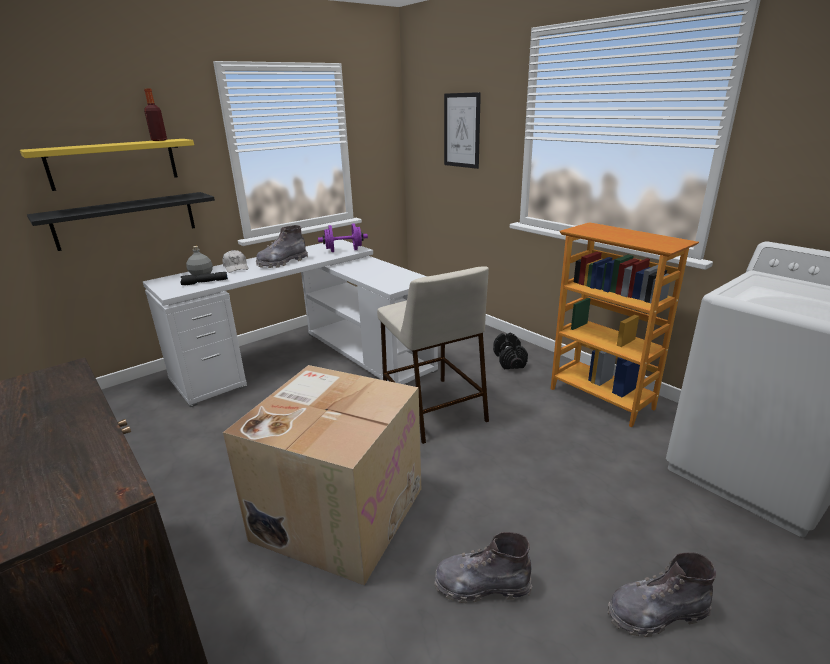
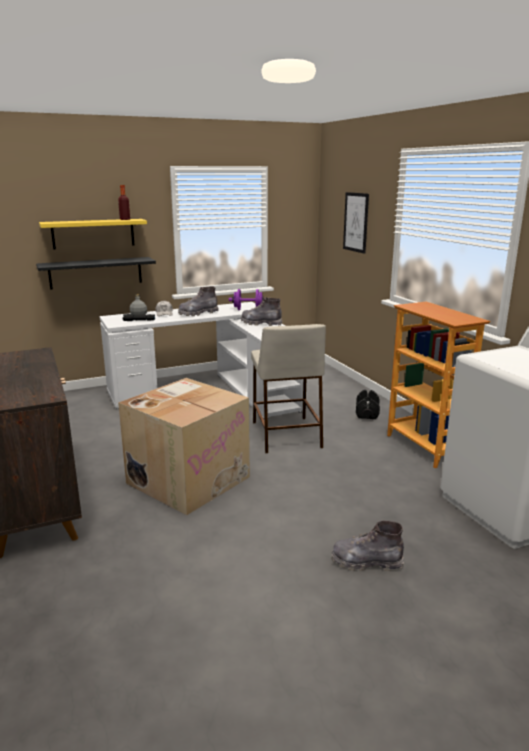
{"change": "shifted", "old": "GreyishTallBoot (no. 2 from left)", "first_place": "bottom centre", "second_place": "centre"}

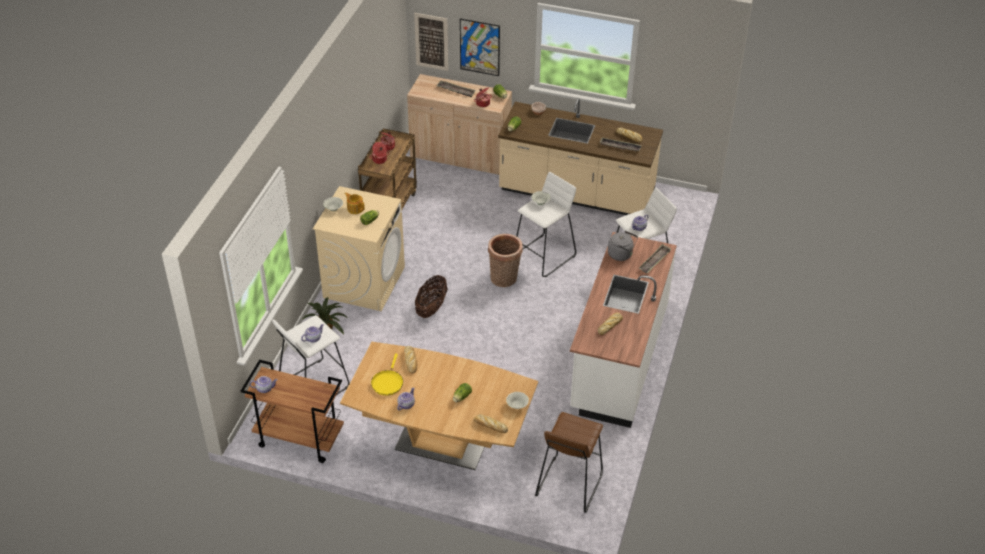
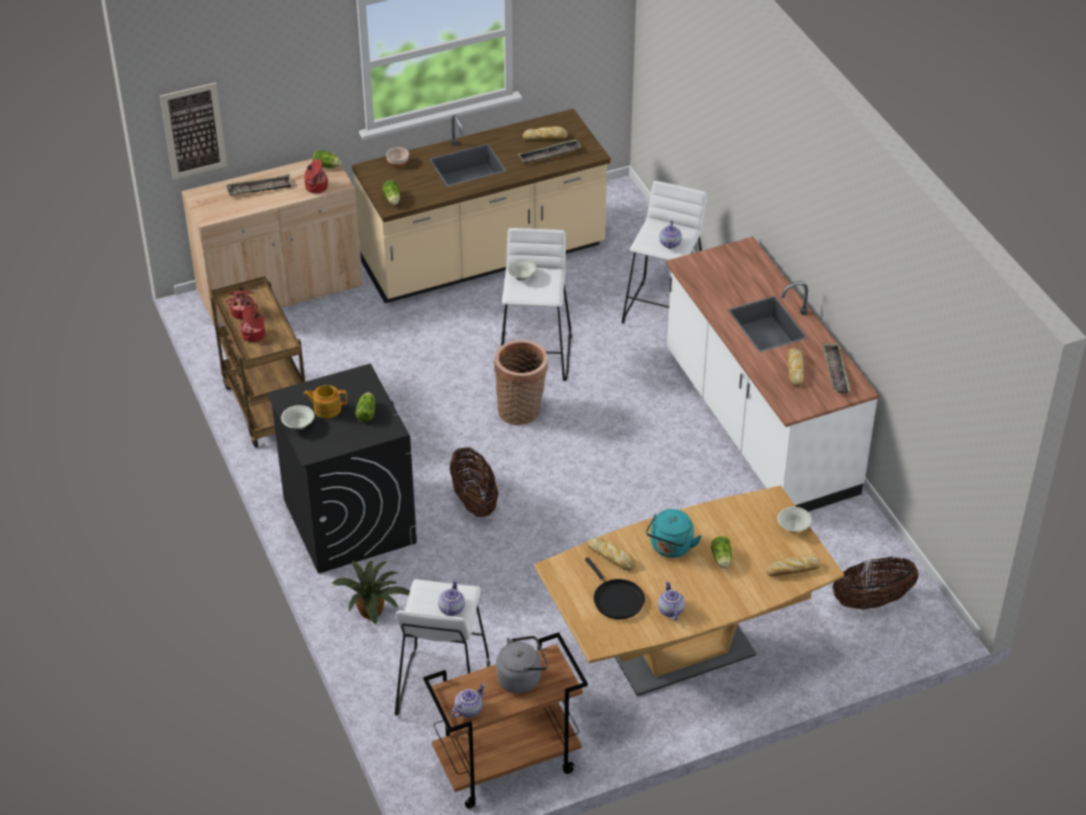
{"change": "repainted", "old": "BeigeColouredWashingMachine", "new": "BlackColouredWashingMachine", "first_place": "centre", "second_place": "middle left"}
{"change": "shifted", "old": "GreyishTeaKettle", "first_place": "centre", "second_place": "bottom centre"}
{"change": "repainted", "old": "YellowFryingPan", "new": "BlackColouredFryingPan", "first_place": "bottom centre", "second_place": "bottom centre"}
{"change": "new", "new": "TurquoiseTeaKettle", "second_place": "centre"}
{"change": "shifted", "old": "Tray (no. 3 from left)", "first_place": "centre", "second_place": "middle right"}
{"change": "swapped", "old": "BrownStoolSeat", "new": "HouseholdBasket (no. 3 from left)", "first_place": "bottom centre", "second_place": "bottom right"}
{"change": "gone", "old": "WallPicture (no. 2 from left)", "first_place": "top centre"}

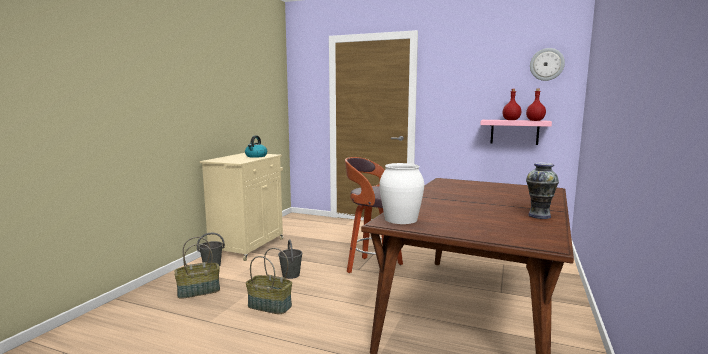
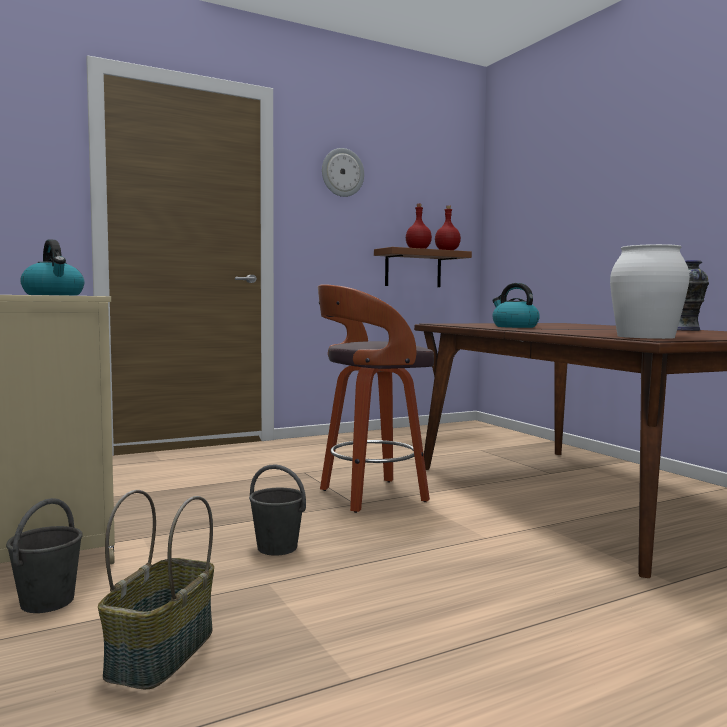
{"change": "shifted", "old": "HangingClock", "first_place": "top right", "second_place": "top centre"}
{"change": "repainted", "old": "PinkishBracketShelf", "new": "BrownBracketShelf", "first_place": "middle right", "second_place": "centre"}
{"change": "new", "new": "TeaKettle (no. 2 from left)", "second_place": "middle right"}
{"change": "gone", "old": "HouseholdBasket (no. 2 from left)", "first_place": "bottom centre"}

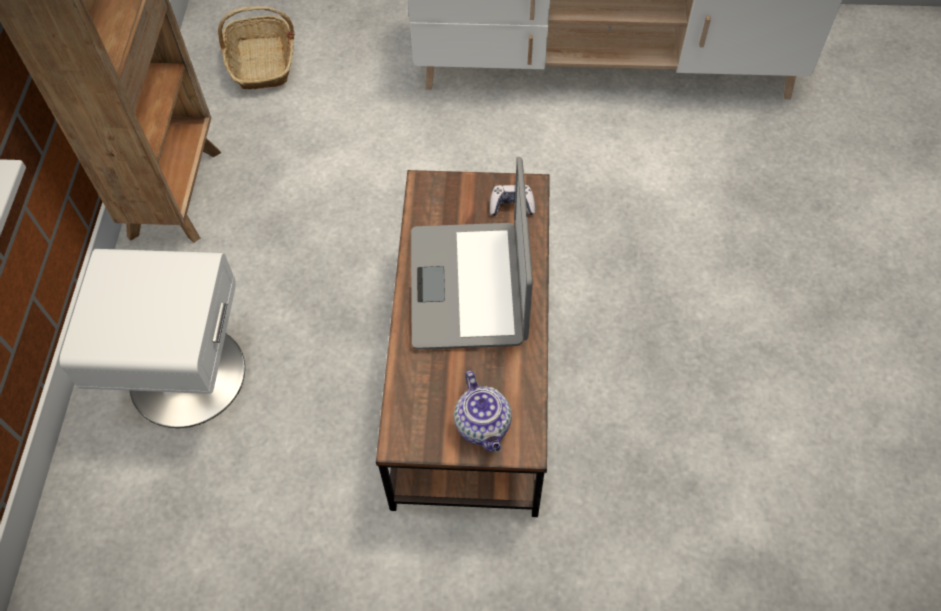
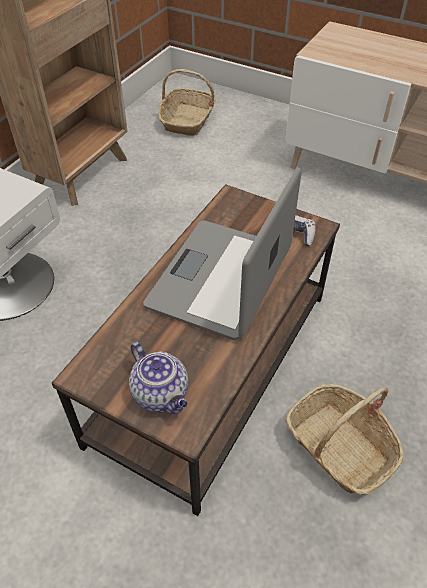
{"change": "rotated", "old": "Teapot", "first_place": "bottom centre", "second_place": "centre", "degrees": -45}
{"change": "new", "new": "HouseholdBasket (no. 2 from left)", "second_place": "bottom right"}

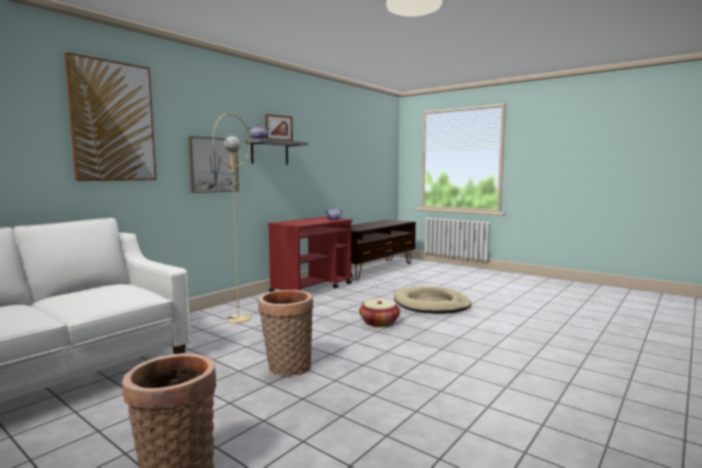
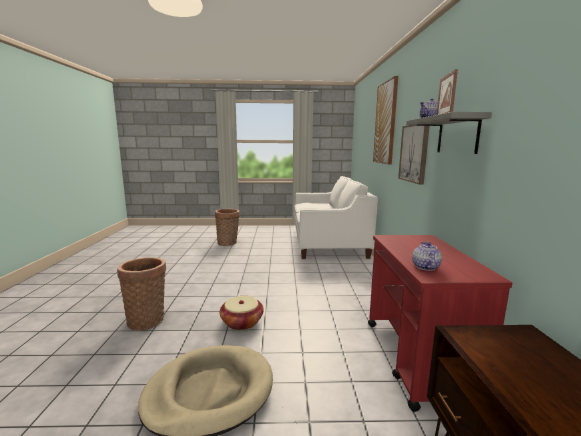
{"change": "shifted", "old": "HouseholdBasket (no. 2 from left in the first image)", "new": "HouseholdBasket (no. 1 from left)", "first_place": "bottom centre", "second_place": "bottom left"}
{"change": "gone", "old": "BeigeColouredStandardLamp", "first_place": "middle left"}

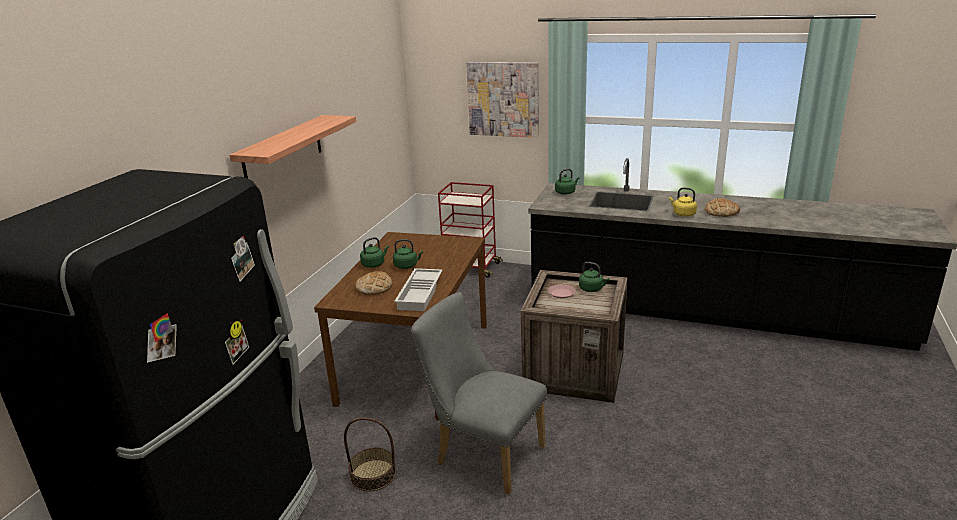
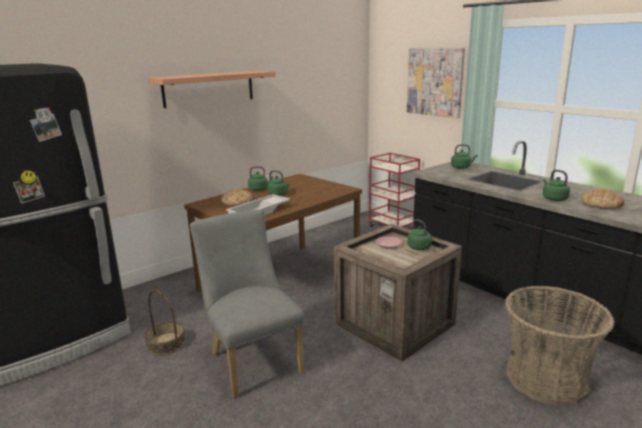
{"change": "new", "new": "HouseholdBasket (no. 2 from left)", "second_place": "bottom right"}
{"change": "repainted", "old": "YellowTeaKettle", "new": "GreenTeaKettle (no. 5 from left)", "first_place": "middle right", "second_place": "middle right"}

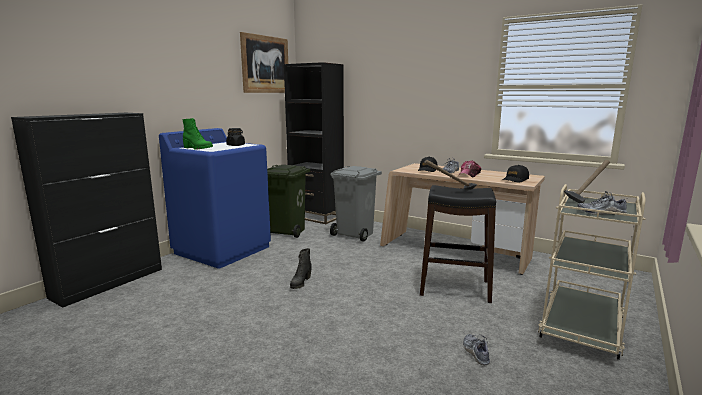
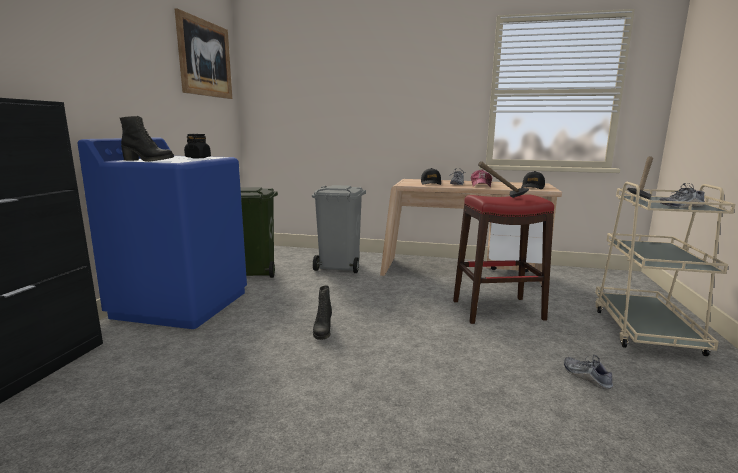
{"change": "repainted", "old": "GreenTallBoot", "new": "BlackColouredTallBoot (no. 1 from left)", "first_place": "middle left", "second_place": "top left"}
{"change": "repainted", "old": "BlackColouredStoolSeat", "new": "ReddishStoolSeat", "first_place": "centre", "second_place": "middle right"}
{"change": "gone", "old": "BlackColouredBookcase", "first_place": "centre"}

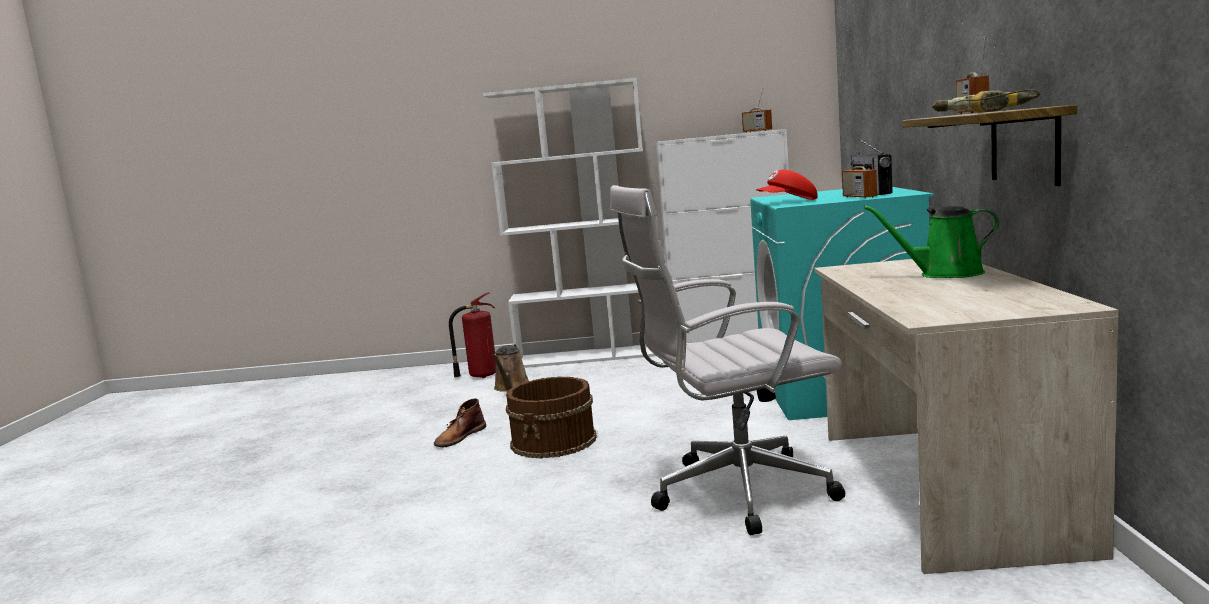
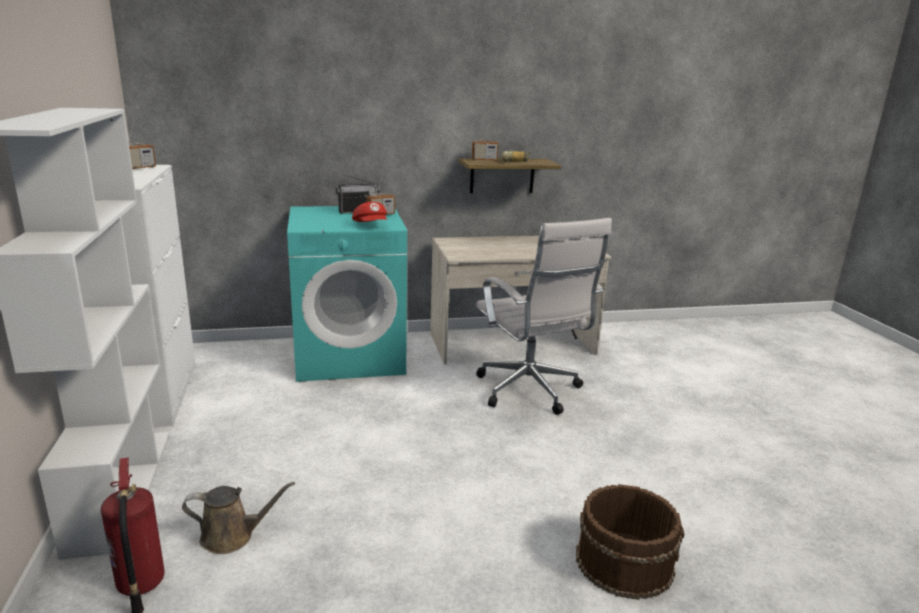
{"change": "shifted", "old": "BrownBucket", "first_place": "bottom centre", "second_place": "bottom right"}
{"change": "gone", "old": "BrownTallBoot", "first_place": "bottom centre"}
{"change": "gone", "old": "GreenWateringPot", "first_place": "middle right"}

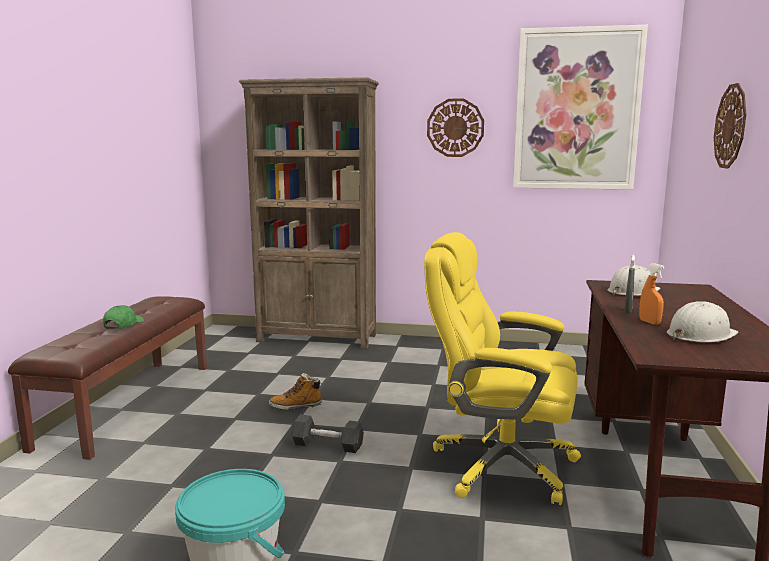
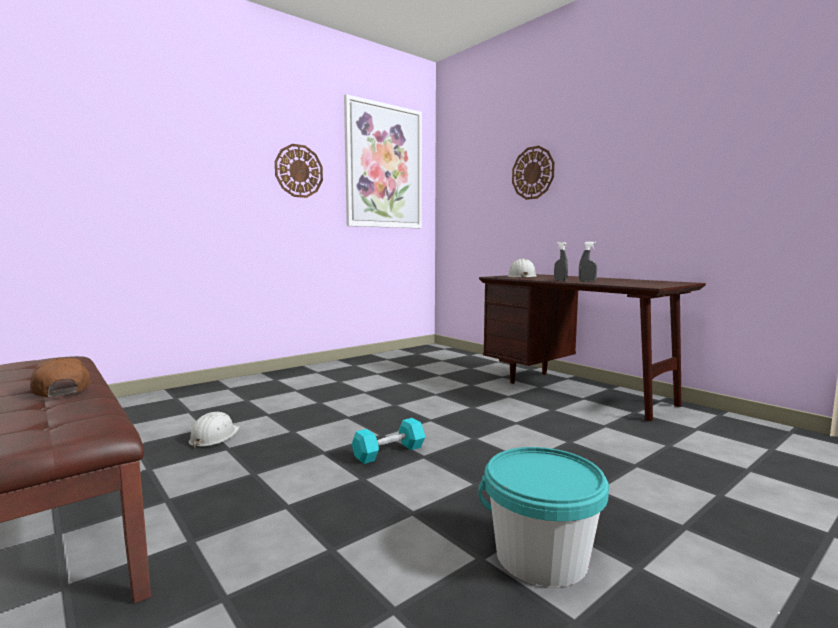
{"change": "repainted", "old": "GreenPeakedCap", "new": "BrownPeakedCap", "first_place": "middle left", "second_place": "middle left"}
{"change": "shifted", "old": "WhiteSafetyHelmet (no. 2 from left in the first image)", "new": "WhiteSafetyHelmet (no. 1 from left)", "first_place": "middle right", "second_place": "bottom left"}
{"change": "repainted", "old": "GreyishDumbbell", "new": "TurquoiseDumbbell", "first_place": "bottom centre", "second_place": "bottom centre"}
{"change": "repainted", "old": "OrangeColouredSprayer", "new": "GreyishSprayer (no. 2 from left)", "first_place": "middle right", "second_place": "middle right"}
{"change": "gone", "old": "BrownBookcase", "first_place": "centre"}
{"change": "gone", "old": "TallBoot", "first_place": "bottom centre"}
{"change": "gone", "old": "YellowOfficeChair", "first_place": "centre"}

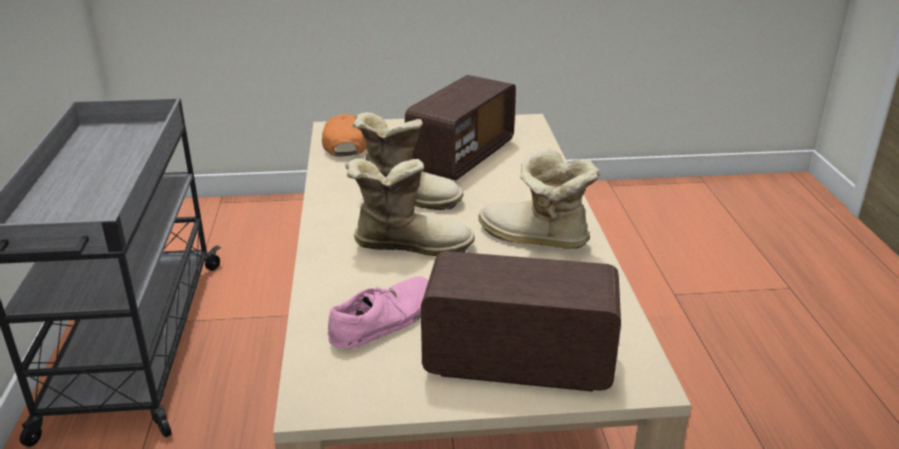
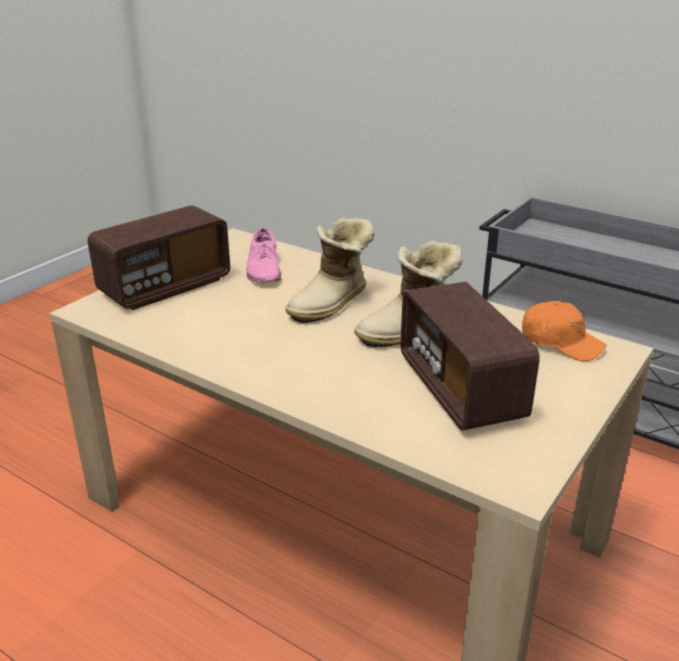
{"change": "gone", "old": "TallBoot (no. 3 from left)", "first_place": "centre"}

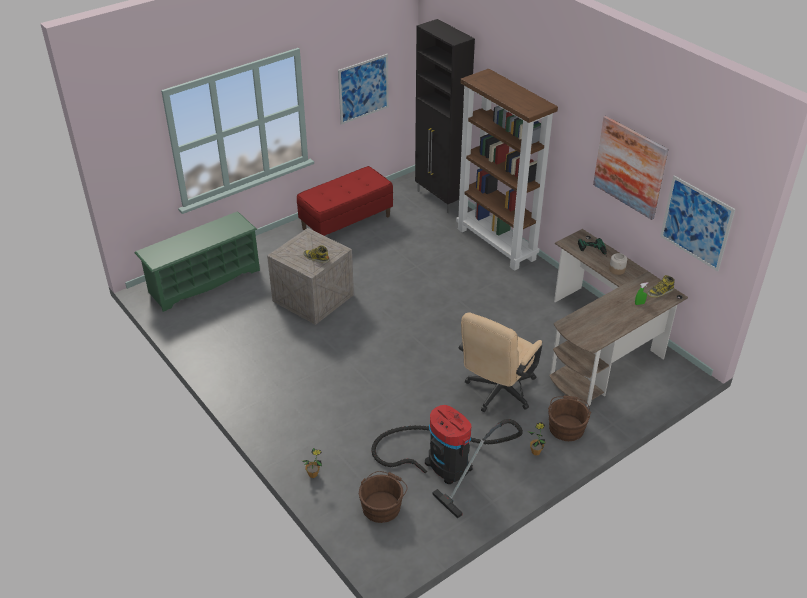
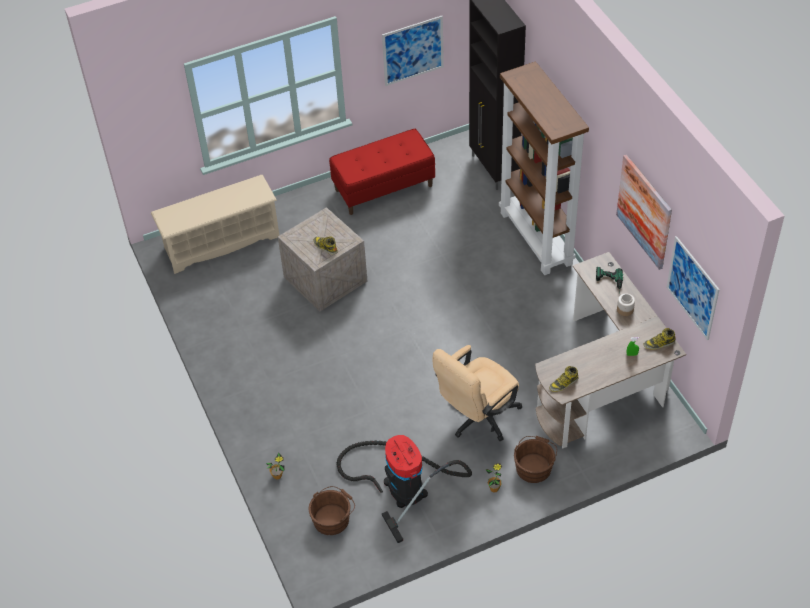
{"change": "repainted", "old": "GreenShoeShelf", "new": "BeigeColouredShoeShelf", "first_place": "middle left", "second_place": "middle left"}
{"change": "new", "new": "TallBoot (no. 2 from left)", "second_place": "middle right"}

